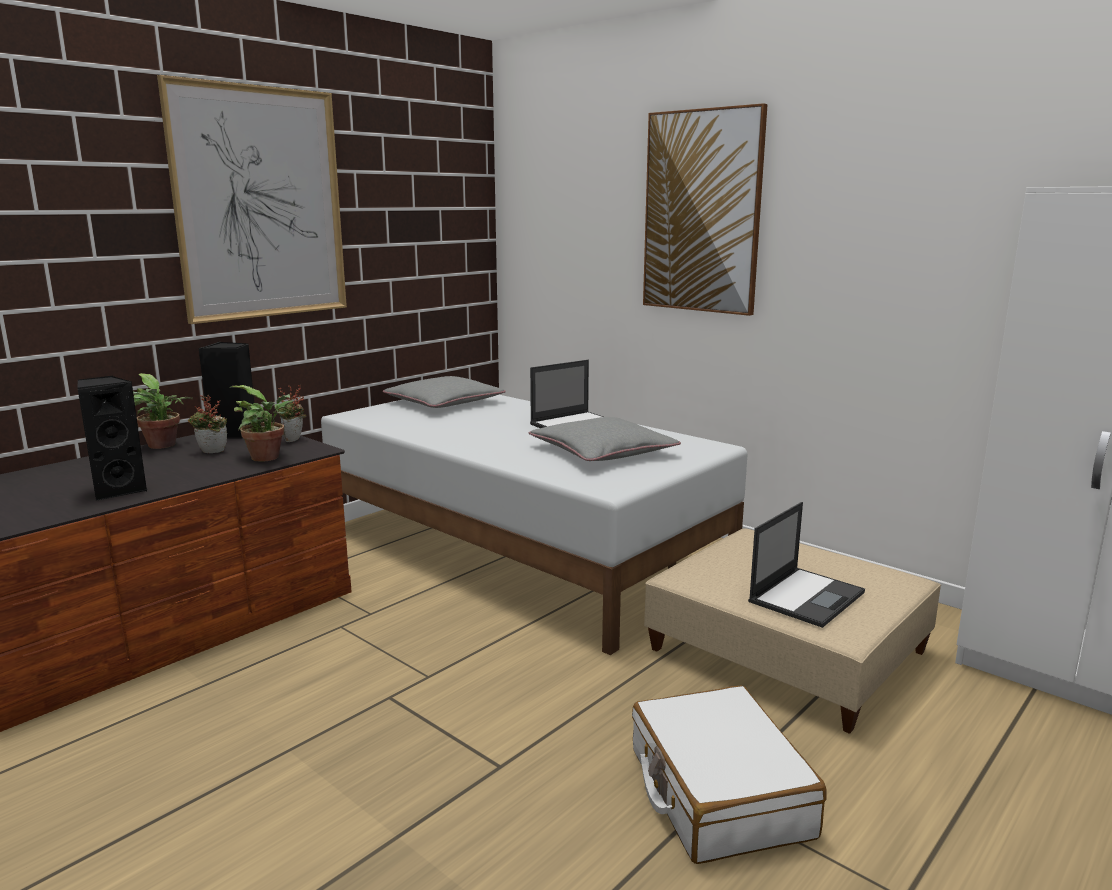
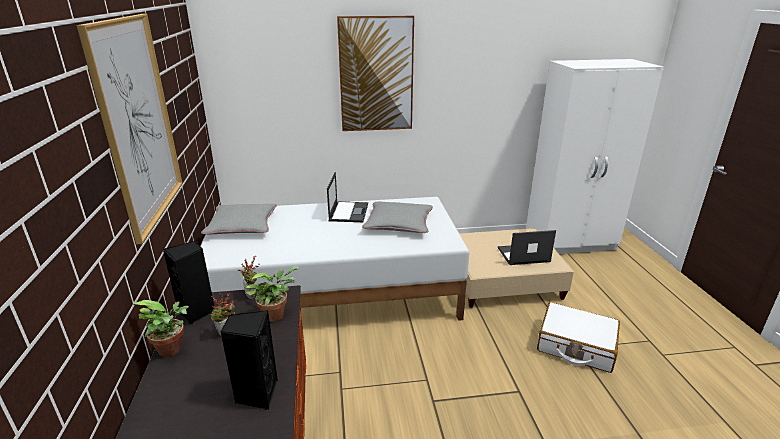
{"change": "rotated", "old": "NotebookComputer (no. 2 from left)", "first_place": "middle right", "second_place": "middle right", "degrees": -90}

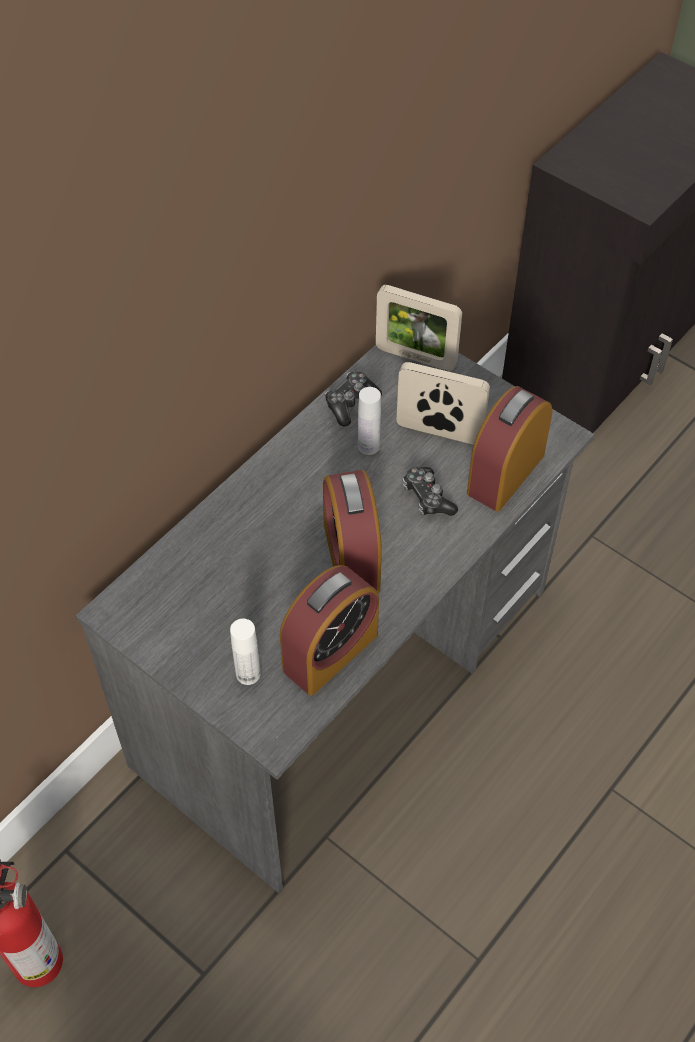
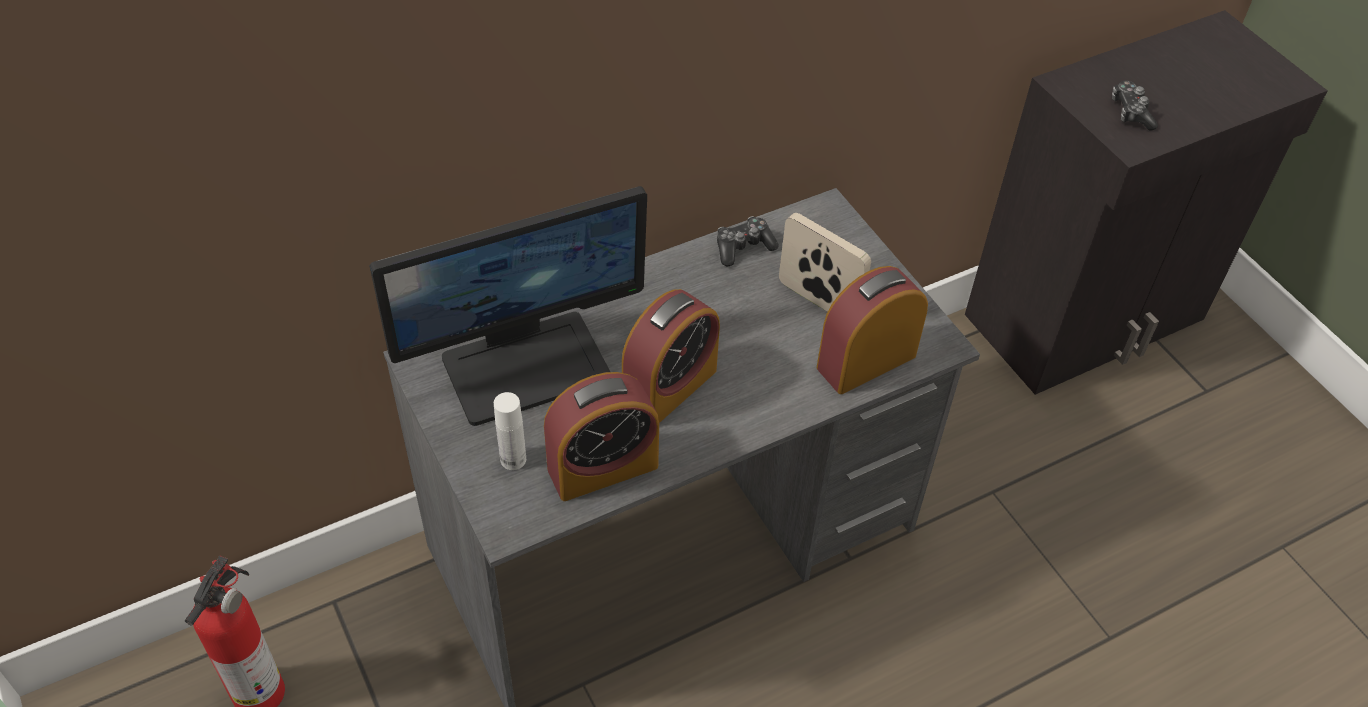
{"change": "new", "new": "ComputerDisplay", "second_place": "centre"}
{"change": "rotated", "old": "BedsideClock (no. 2 from left)", "first_place": "centre", "second_place": "centre", "degrees": -150}
{"change": "shifted", "old": "Gamepad (no. 2 from left)", "first_place": "centre", "second_place": "top right"}
{"change": "gone", "old": "WhiteBottle (no. 2 from left)", "first_place": "centre"}
{"change": "gone", "old": "PictureFrame (no. 1 from left)", "first_place": "top centre"}

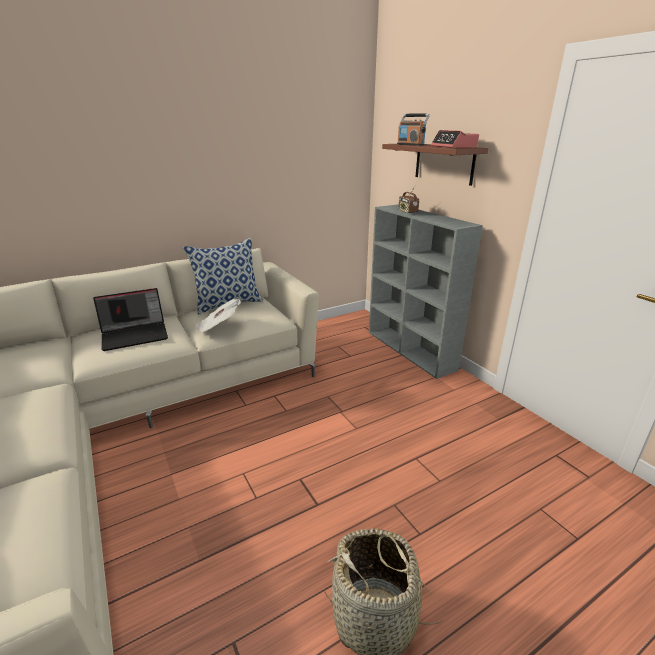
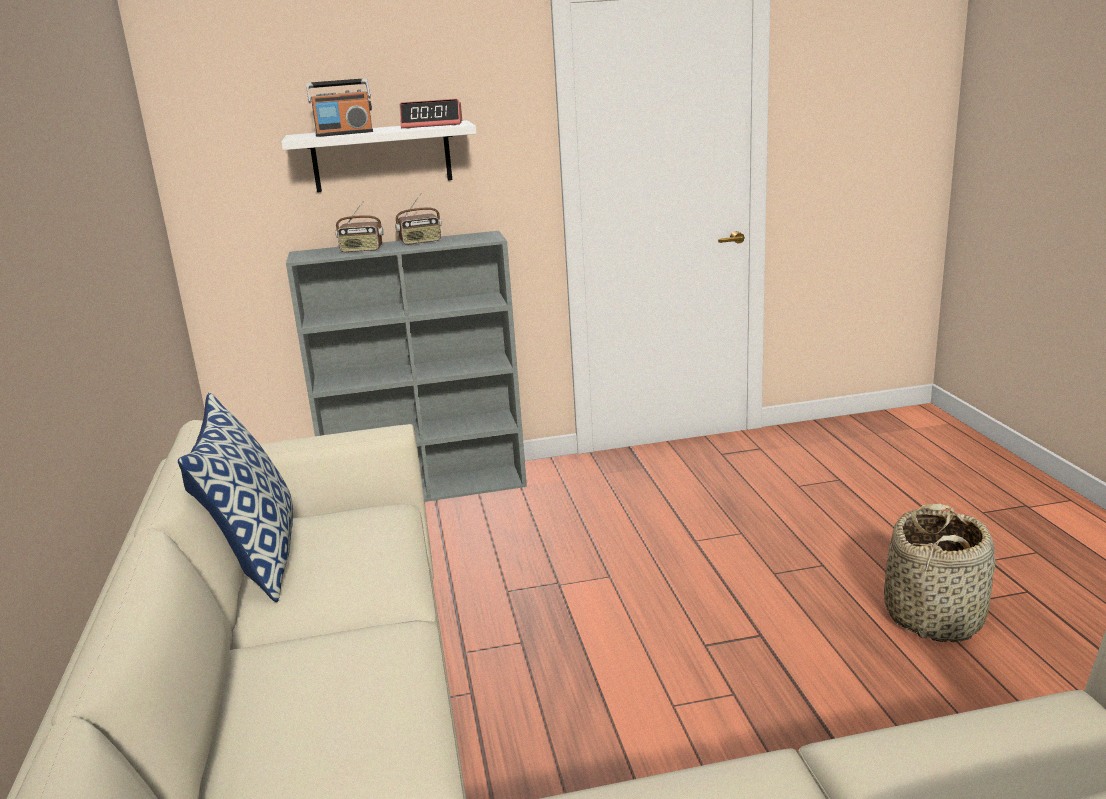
{"change": "repainted", "old": "BrownBracketShelf", "new": "WhiteBracketShelf", "first_place": "top centre", "second_place": "top centre"}
{"change": "new", "new": "RadioReceiver (no. 3 from left)", "second_place": "top centre"}
{"change": "gone", "old": "NotebookComputer", "first_place": "middle left"}
{"change": "gone", "old": "Newspaper", "first_place": "middle left"}

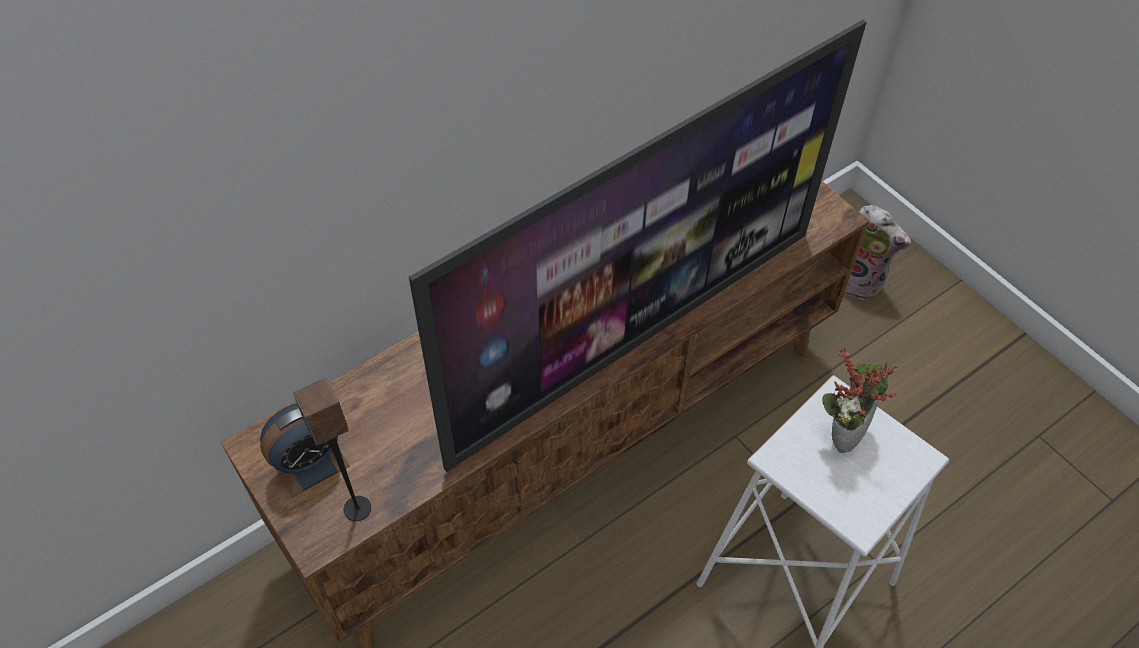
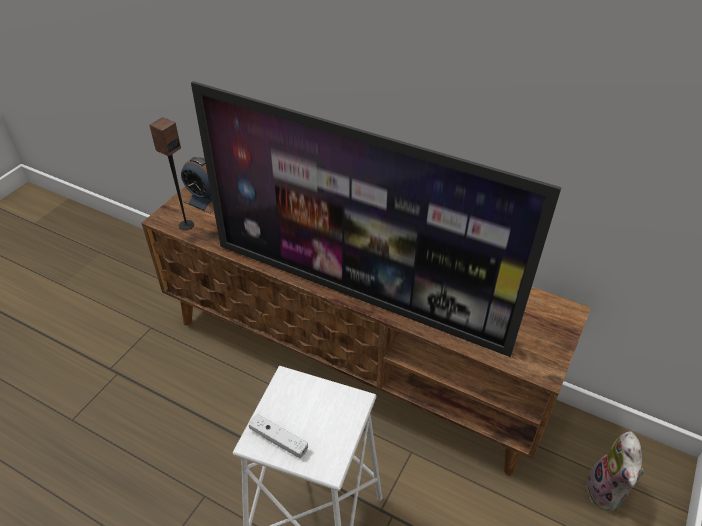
{"change": "new", "new": "WhiteGamepad", "second_place": "bottom centre"}
{"change": "gone", "old": "PlantInAPot", "first_place": "middle right"}

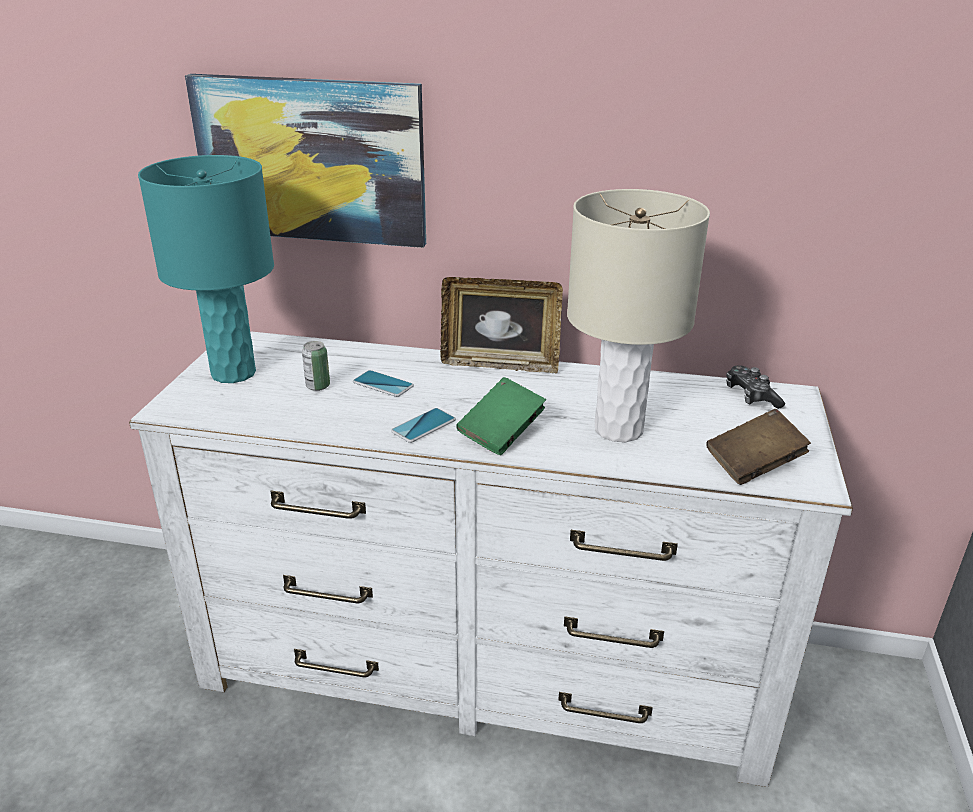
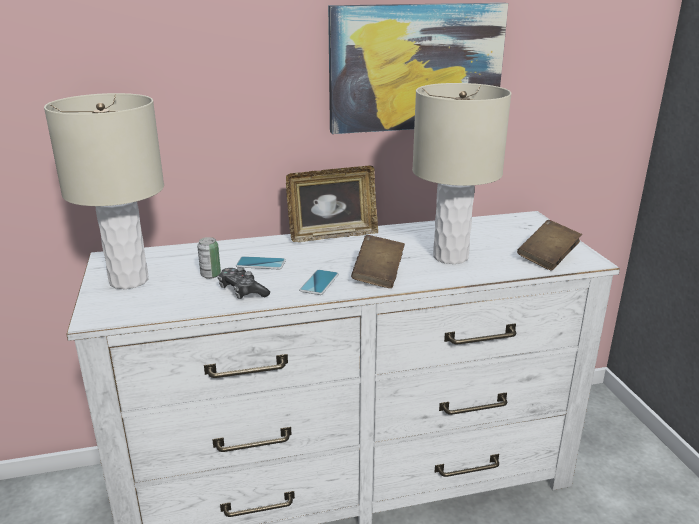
{"change": "repainted", "old": "TurquoiseLampForATable", "new": "BeigeColouredLampForATable (no. 1 from left)", "first_place": "top left", "second_place": "middle left"}
{"change": "shifted", "old": "Gamepad", "first_place": "middle right", "second_place": "centre"}
{"change": "shifted", "old": "WallPicture", "first_place": "top left", "second_place": "top centre"}
{"change": "repainted", "old": "GreenVolume", "new": "BrownVolume (no. 1 from left)", "first_place": "centre", "second_place": "centre"}

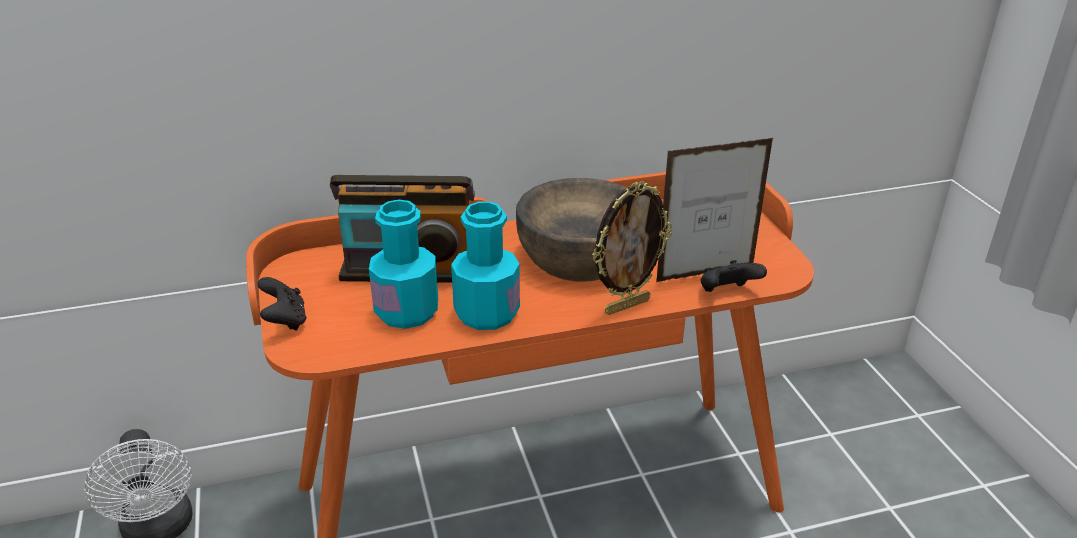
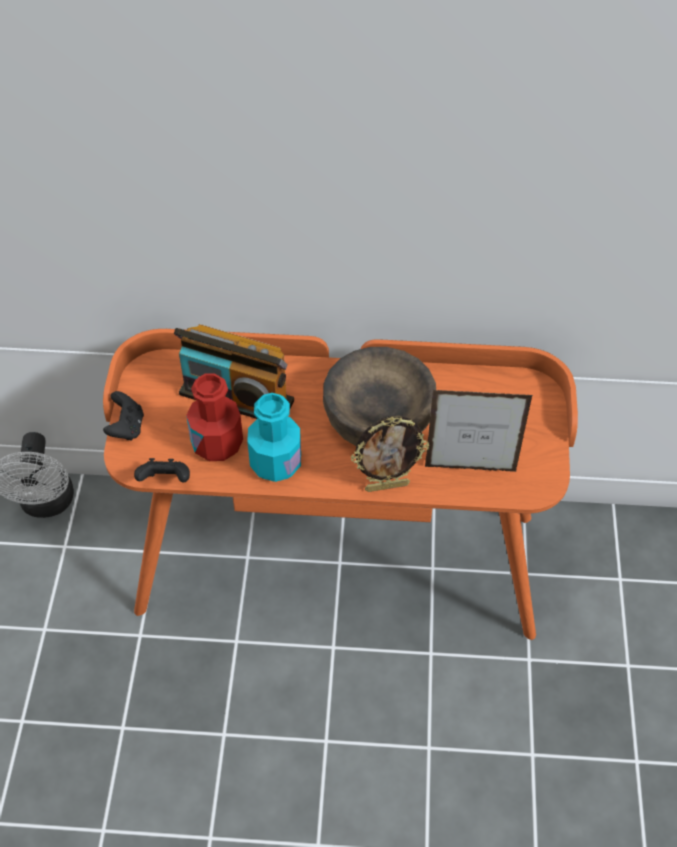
{"change": "shifted", "old": "BlackColouredGamepad (no. 2 from left)", "first_place": "middle right", "second_place": "middle left"}
{"change": "repainted", "old": "TurquoiseBottle (no. 1 from left)", "new": "ReddishBottle", "first_place": "centre", "second_place": "middle left"}

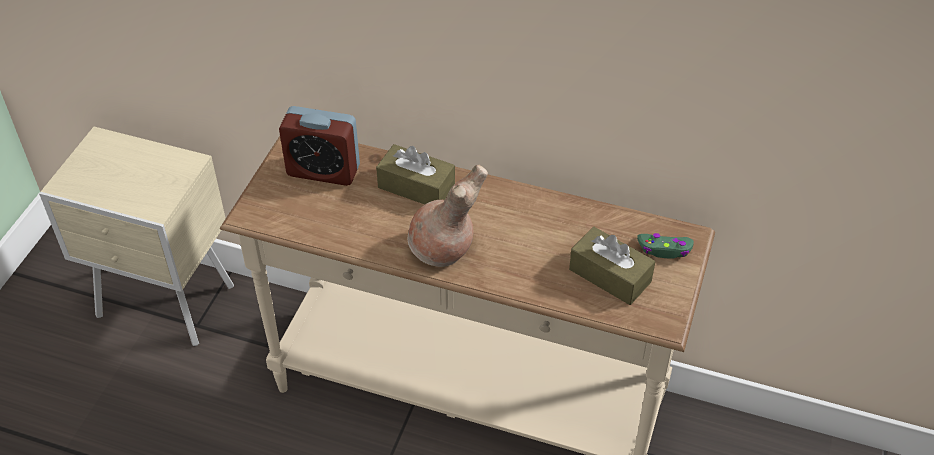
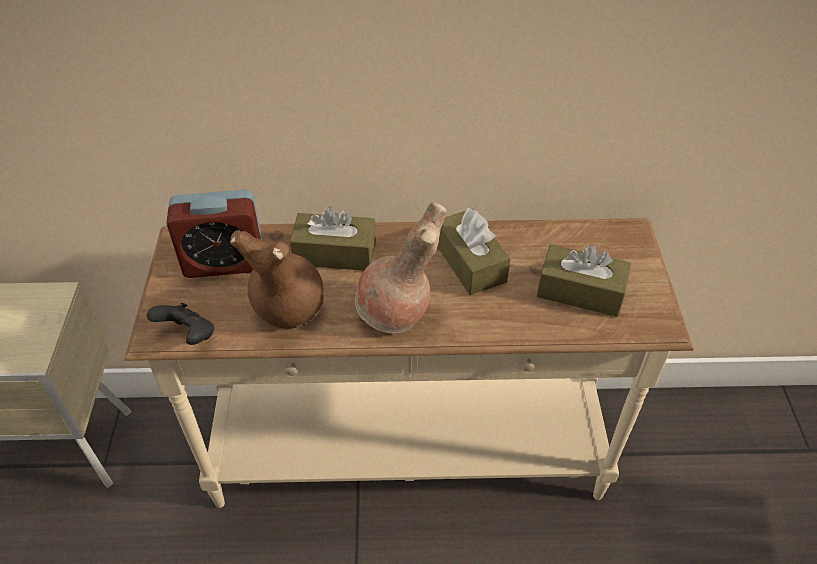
{"change": "new", "new": "BlackColouredGamepad", "second_place": "middle left"}
{"change": "new", "new": "BrownVase (no. 1 from left)", "second_place": "centre"}
{"change": "new", "new": "BrownTissueBox (no. 2 from left)", "second_place": "centre"}
{"change": "gone", "old": "GreenGamepad", "first_place": "middle right"}

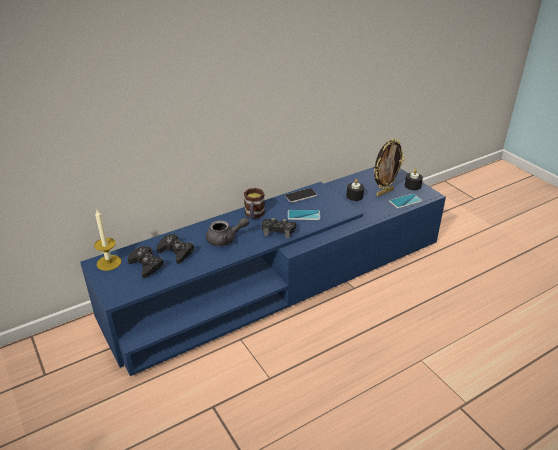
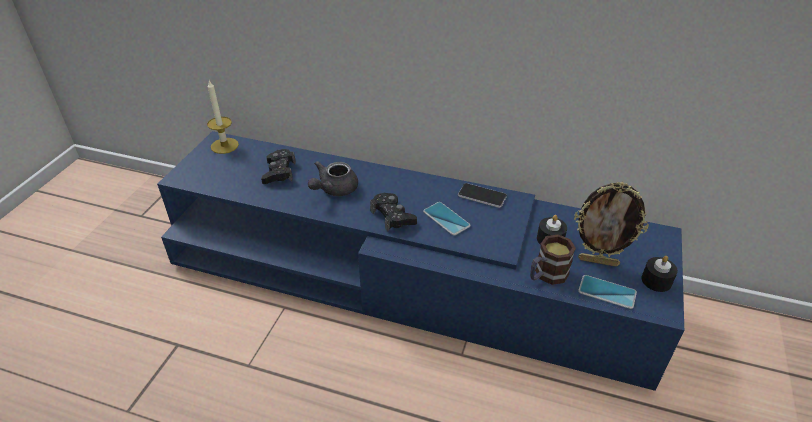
{"change": "rotated", "old": "GreyishTeapot", "first_place": "centre", "second_place": "centre", "degrees": 90}
{"change": "shifted", "old": "Mug", "first_place": "centre", "second_place": "middle right"}
{"change": "gone", "old": "BlackColouredGamepad (no. 1 from left)", "first_place": "middle left"}

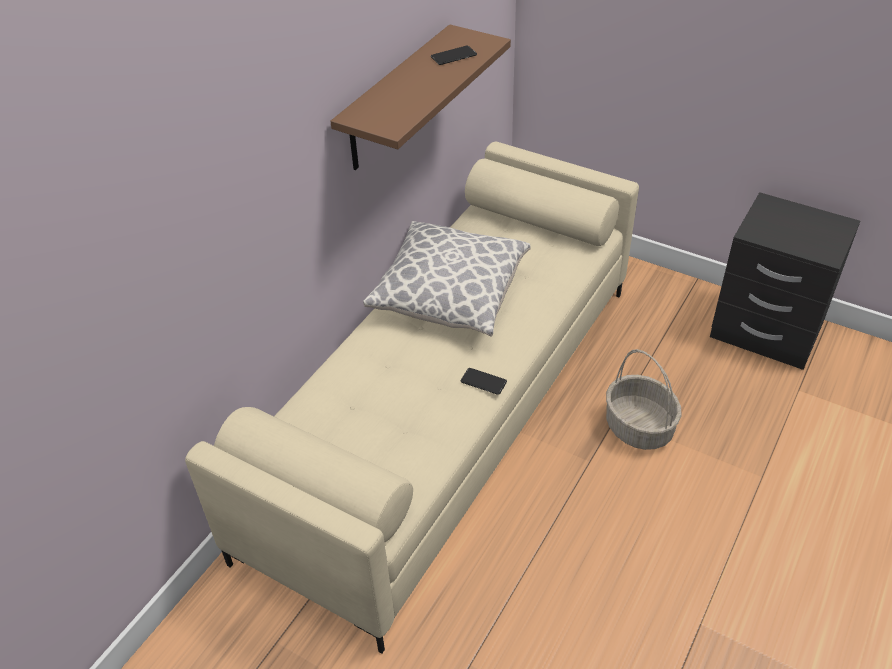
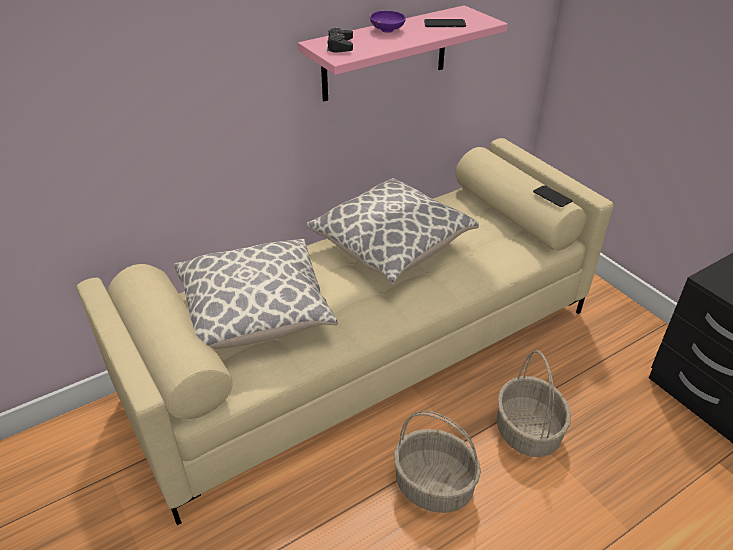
{"change": "new", "new": "Pillow (no. 1 from left)", "second_place": "centre"}
{"change": "repainted", "old": "BrownBracketShelf", "new": "PinkishBracketShelf", "first_place": "top centre", "second_place": "top centre"}
{"change": "new", "new": "BlackColouredGamepad", "second_place": "top centre"}
{"change": "new", "new": "PurplishBowl", "second_place": "top centre"}
{"change": "new", "new": "HouseholdBasket (no. 1 from left)", "second_place": "bottom centre"}
{"change": "shifted", "old": "Telephone (no. 2 from left)", "first_place": "centre", "second_place": "middle right"}

